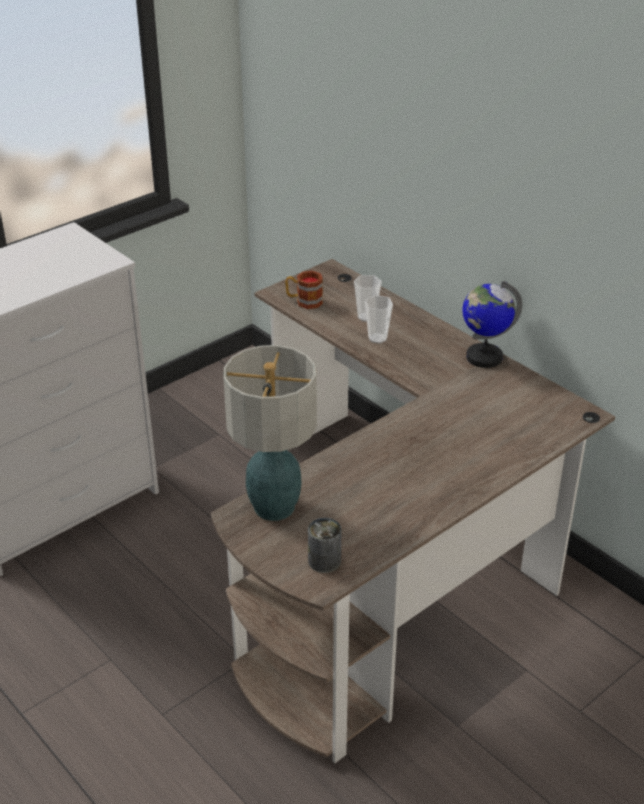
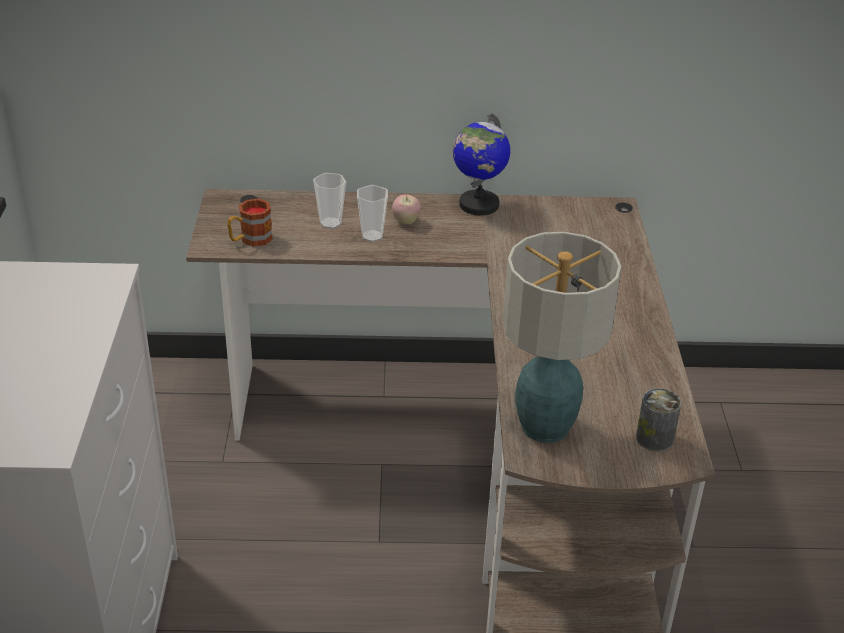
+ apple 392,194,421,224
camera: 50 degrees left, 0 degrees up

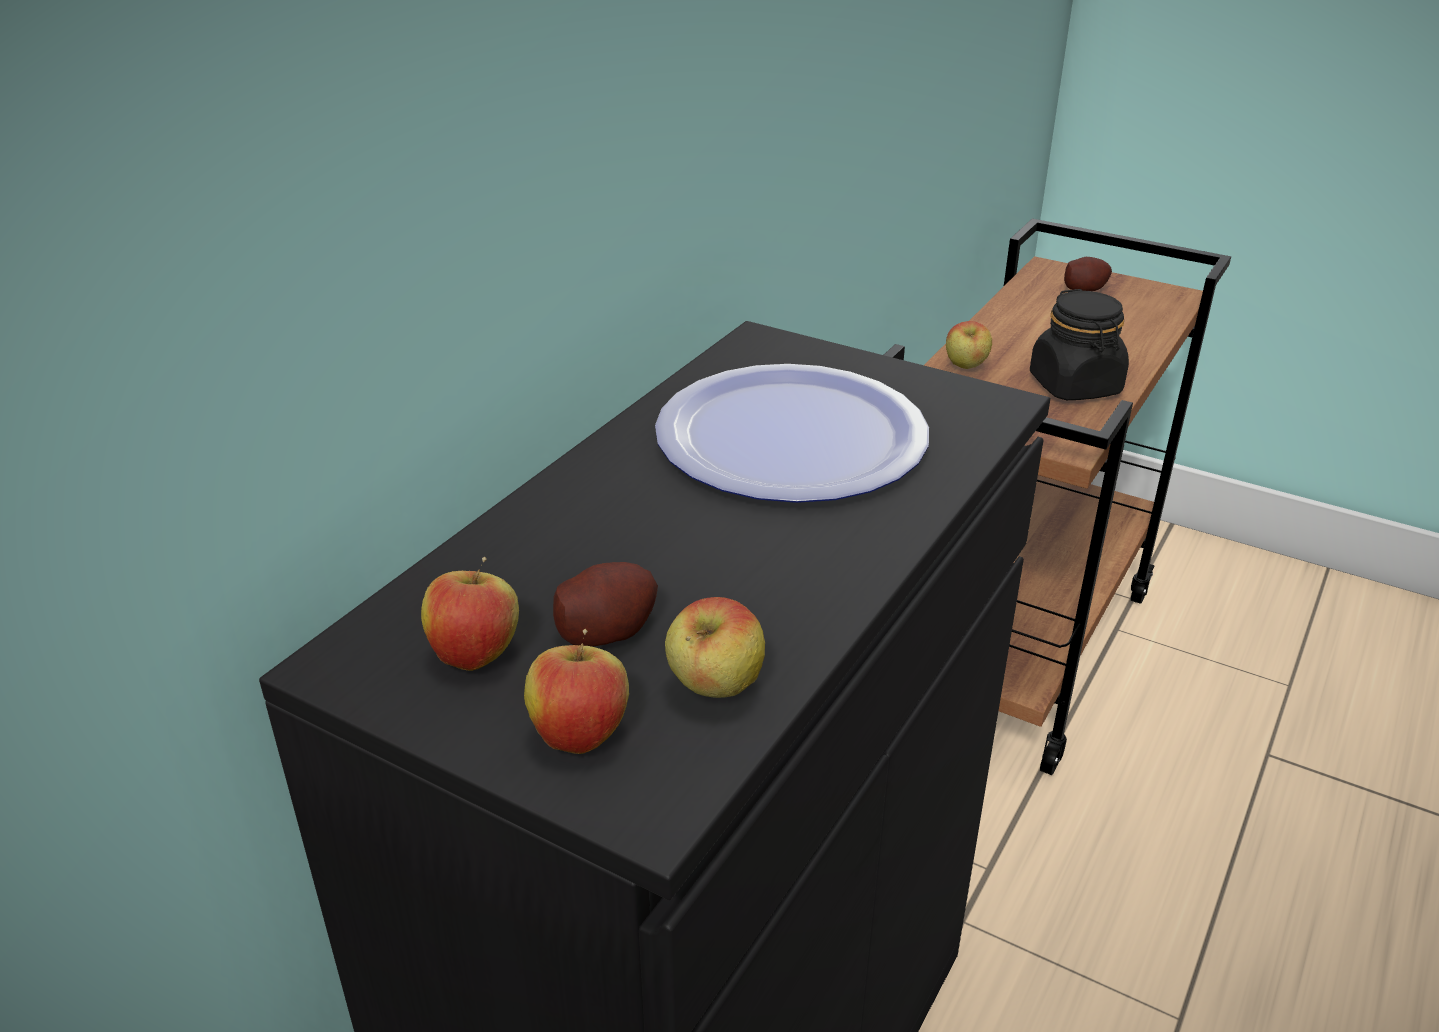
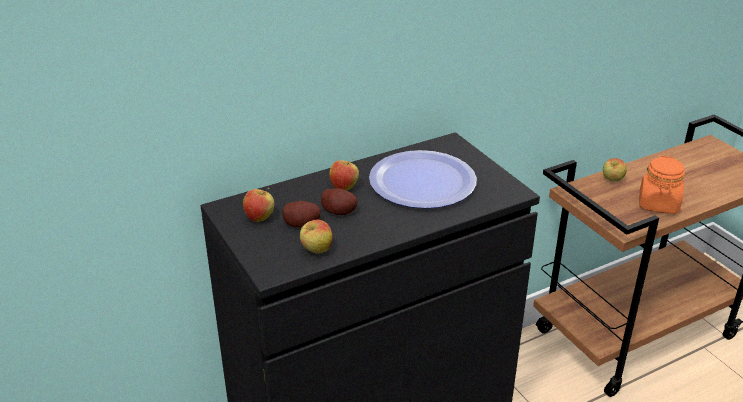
~ apple 524,629,629,754 to 329,158,359,190
~ jar (black) 1030,289,1129,400 to jar (orange) 639,156,685,214
~ potato 1064,257,1112,291 to 321,188,358,215
camera: 30 degrees right, 0 degrees up

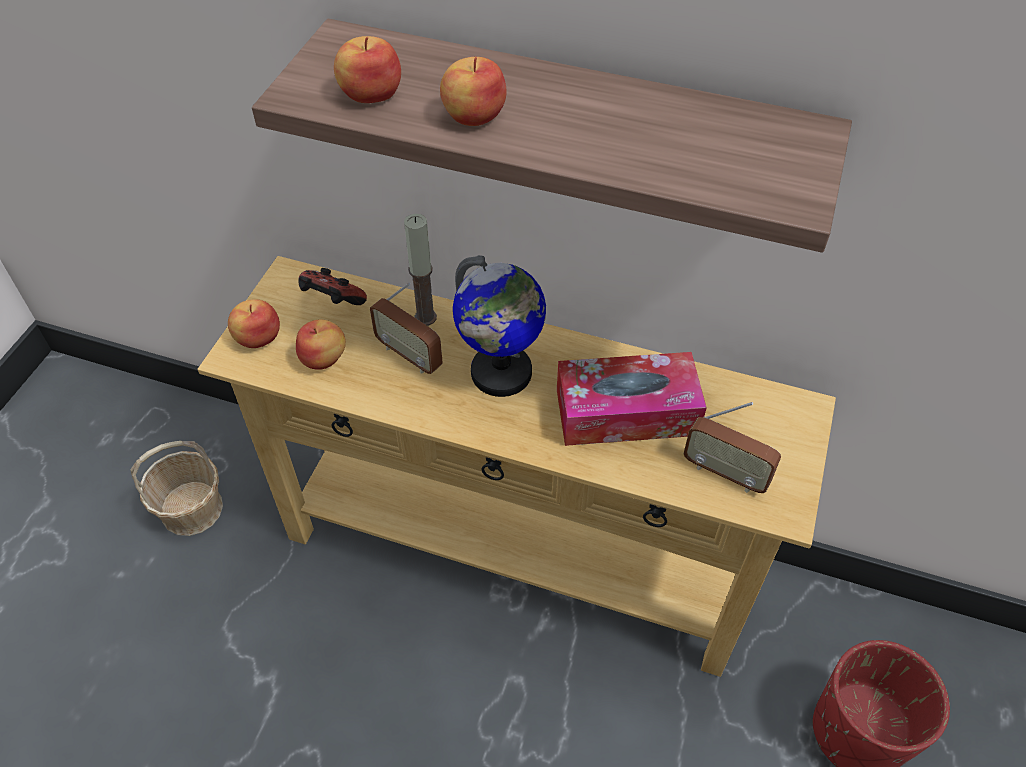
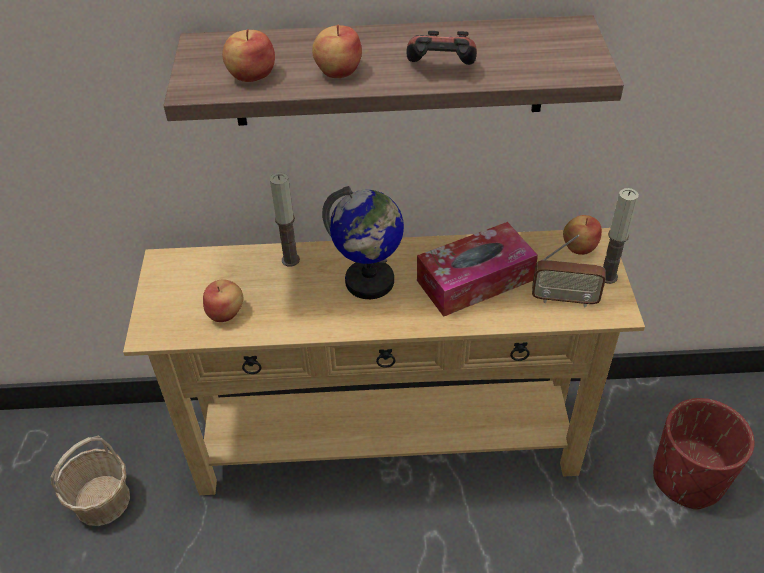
~ apple 228,299,280,348 to 563,215,602,255
~ game controller 298,268,367,305 to 406,31,477,65
- radio 370,283,443,374
+ candle 603,188,639,284
camera: 20 degrees left, 5 degrees down

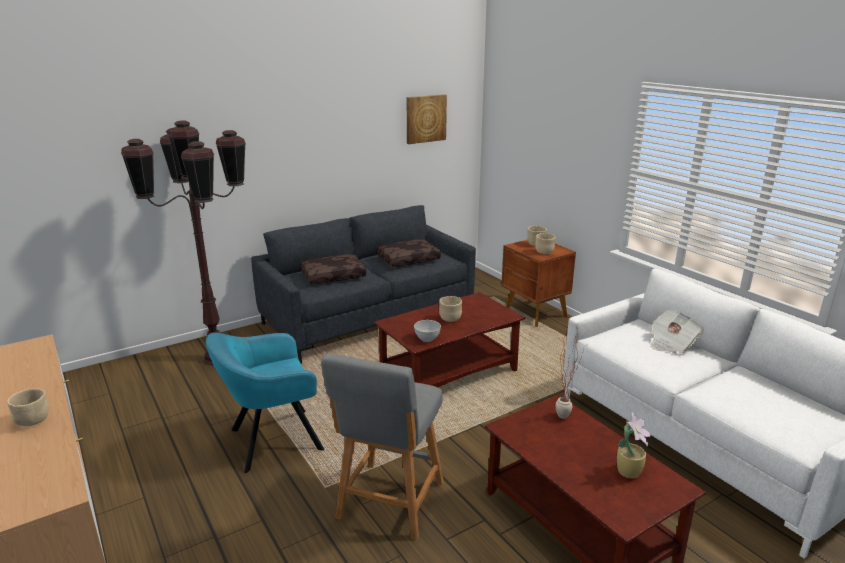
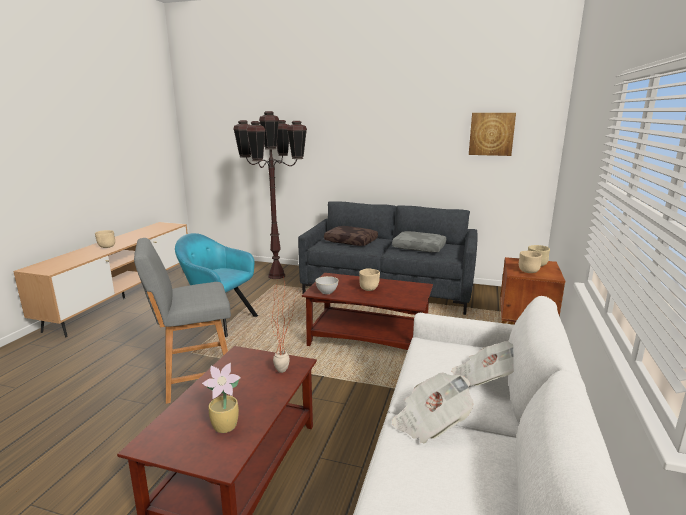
~ pillow (brown) 377,239,441,267 to pillow (grey) 392,231,446,252
+ newspaper 392,372,474,444
camera: 50 degrees right, 5 degrees down

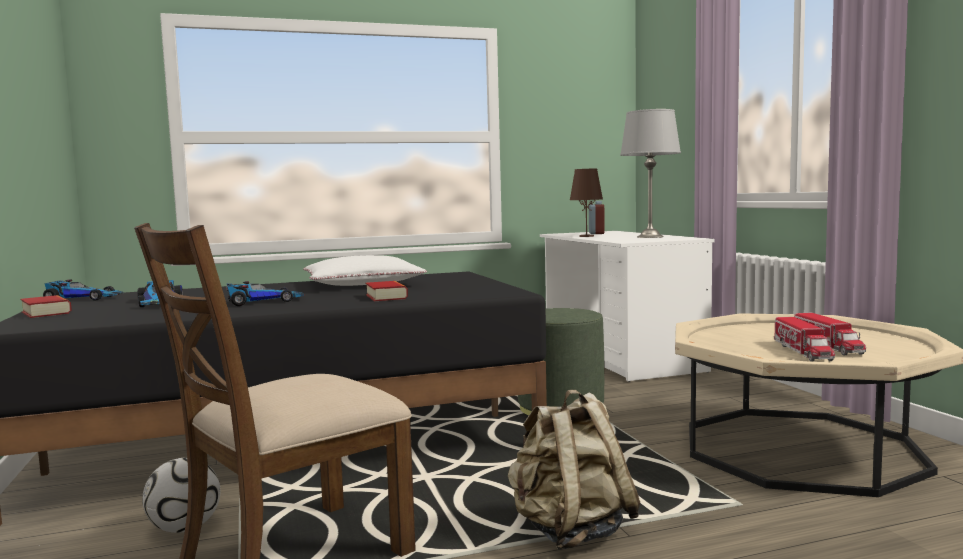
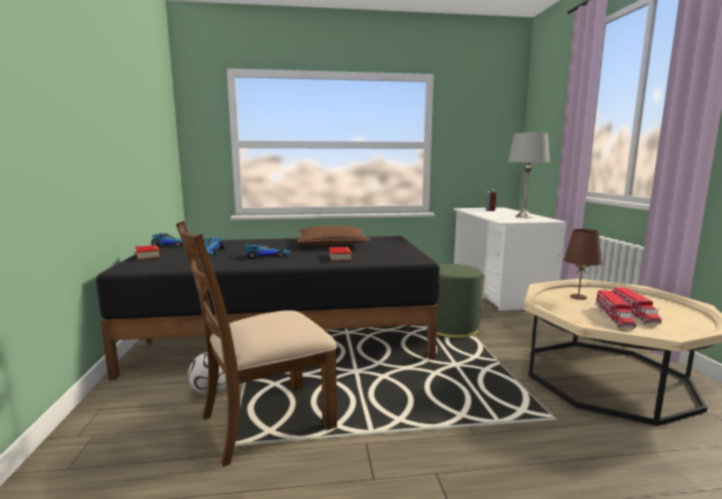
~ pillow (white) 303,255,427,286 to pillow (brown) 297,225,370,245
- backpack (beige) 508,390,640,549
~ table lamp (brown) 570,169,603,237 to 564,229,602,300
camera: 10 degrees right, 5 degrees up

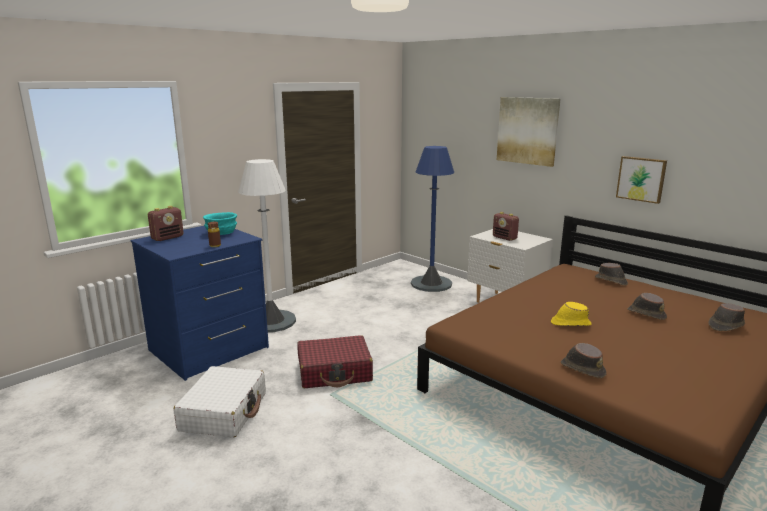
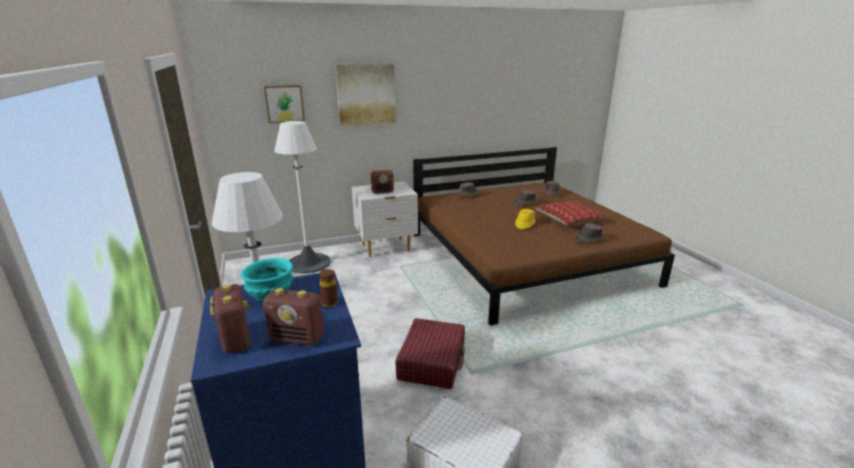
~ floor lamp (blue) 411,146,454,292 to floor lamp (white) 274,121,331,274
~ picture 616,156,667,204 to 264,85,305,123
+ radio 263,288,324,346
+ pillow 535,201,608,226
camera: 65 degrees left, 5 degrees up

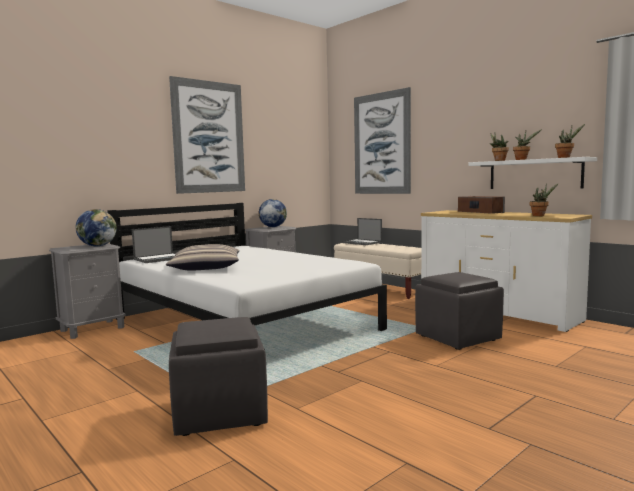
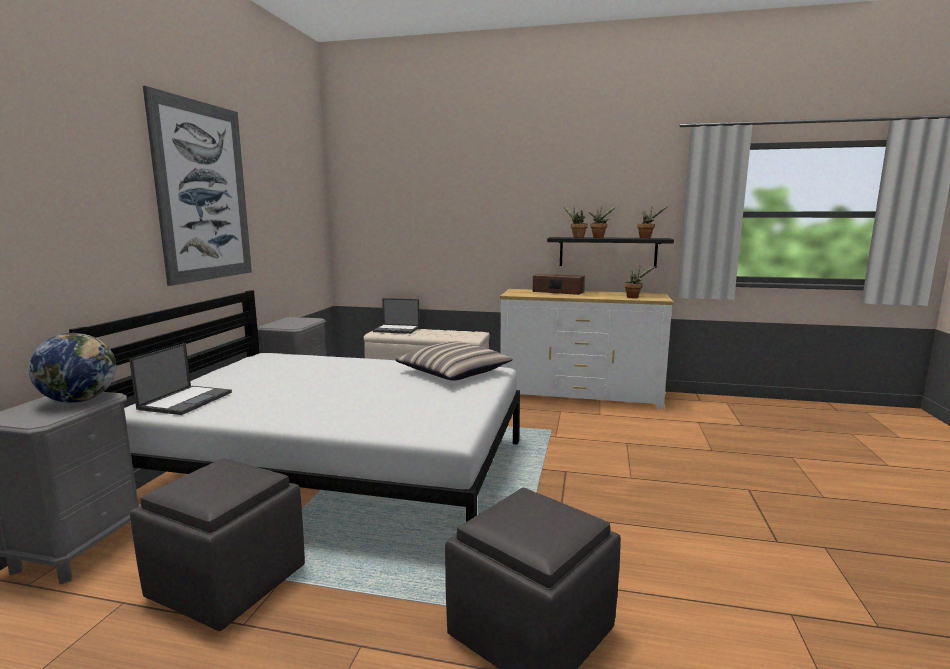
~ pillow 166,244,239,271 to 395,341,513,381
- globe 259,199,287,227
- picture 354,87,411,194
~ ottoman (grey) 415,272,504,350 to 130,458,305,631
~ shelf (white) 468,157,597,189 to shelf (black) 547,237,674,268
camera: 35 degrees left, 5 degrees up

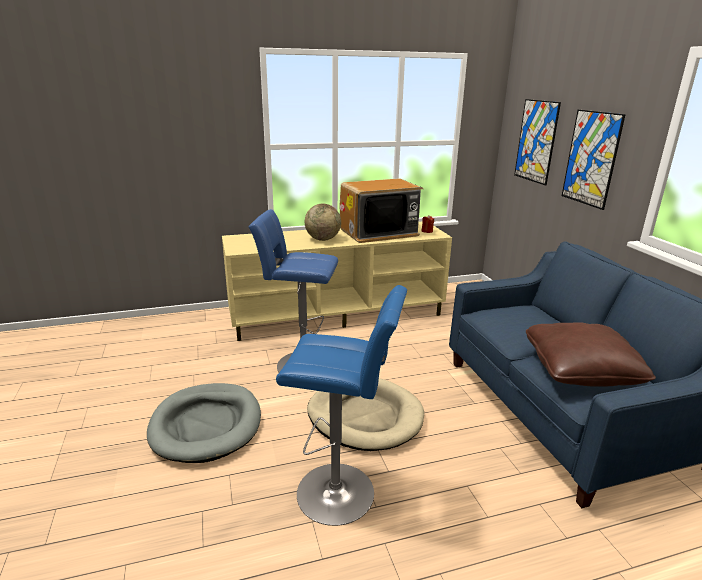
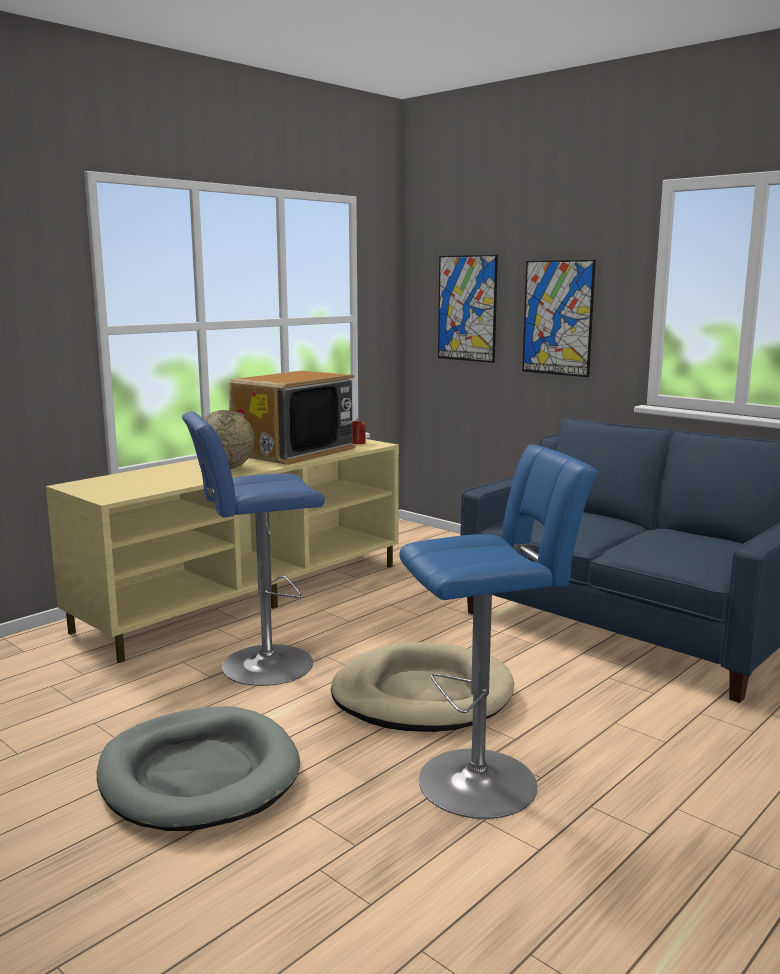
- pillow (brown) 526,322,656,387
camera: 30 degrees left, 10 degrees down

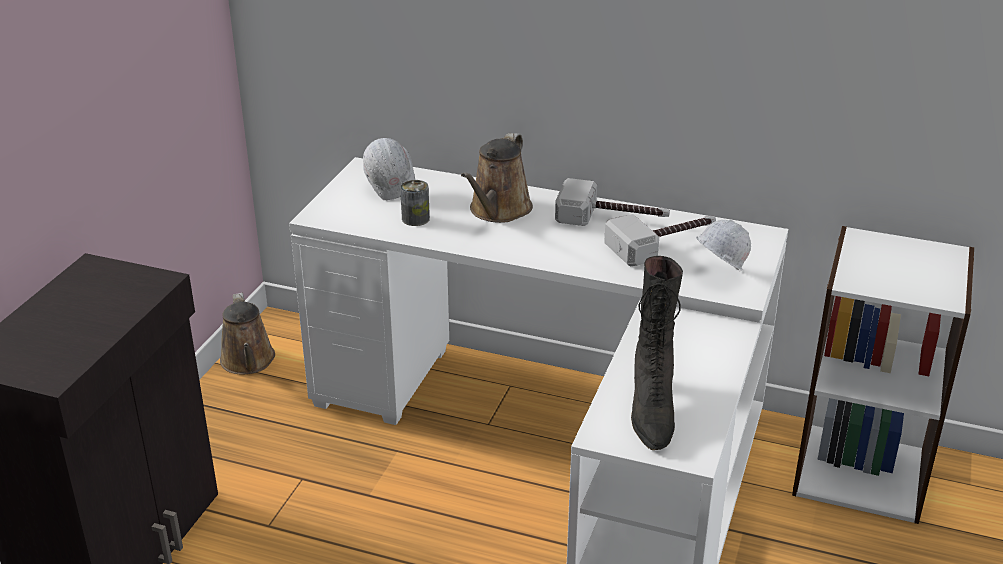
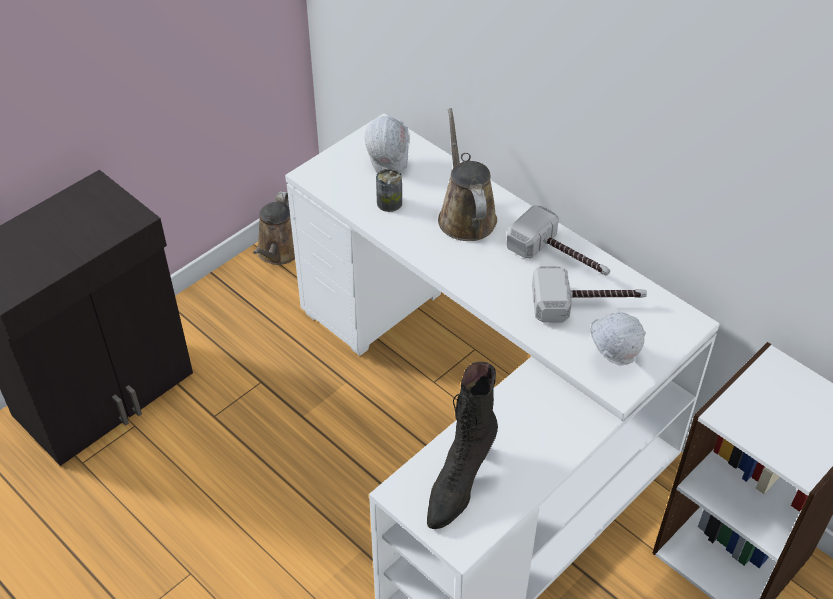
~ watering can (brown) 461,133,533,223 = 438,108,497,241 120 degrees clockwise
camera: 25 degrees right, 15 degrees up

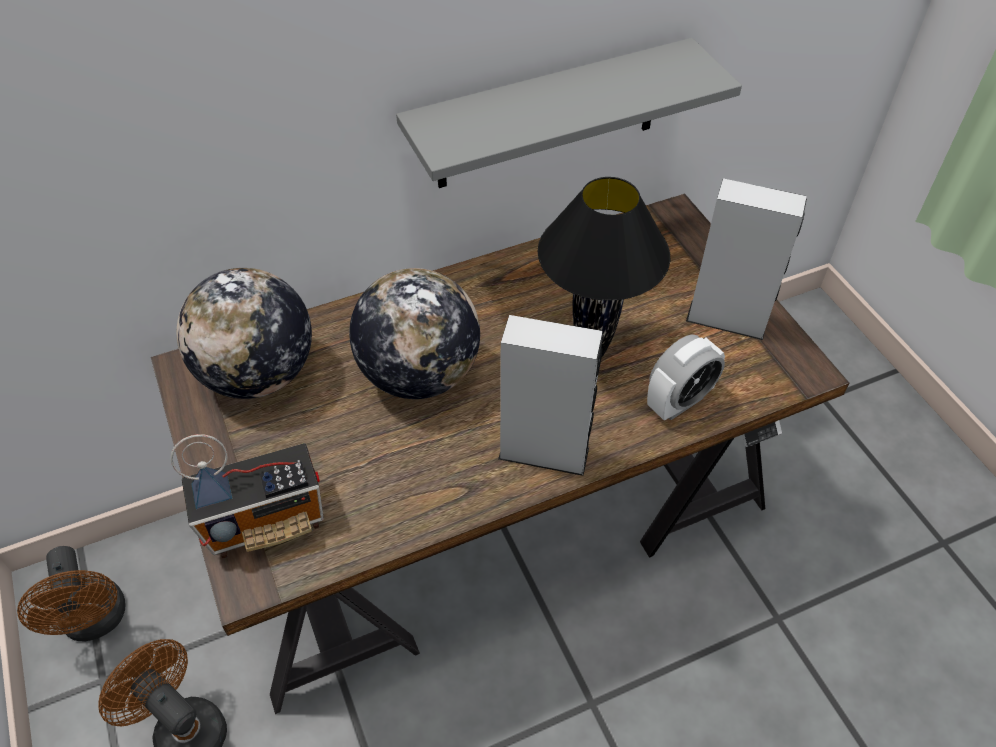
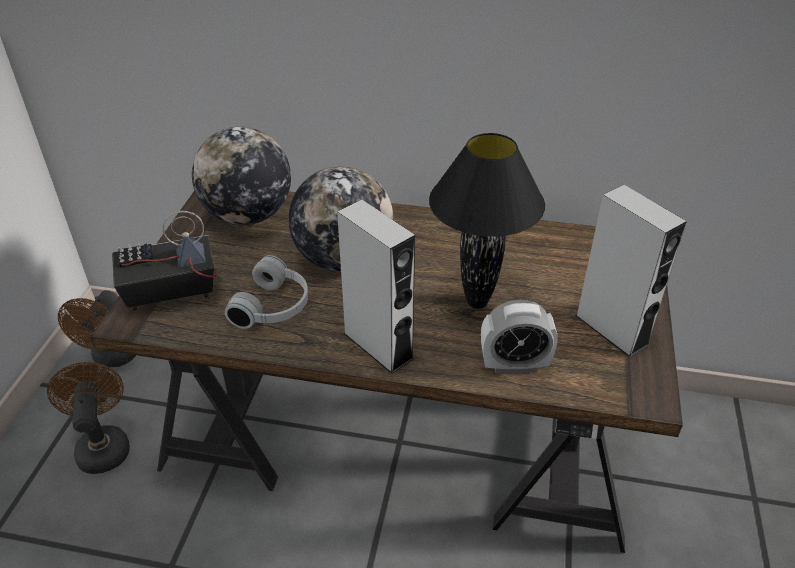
~ radio 171,434,324,558 = 112,211,217,311 150 degrees clockwise
- shelf (grey) 396,38,742,188
+ headphones (white) 225,255,308,329
camera: 35 degrees right, 10 degrees down

